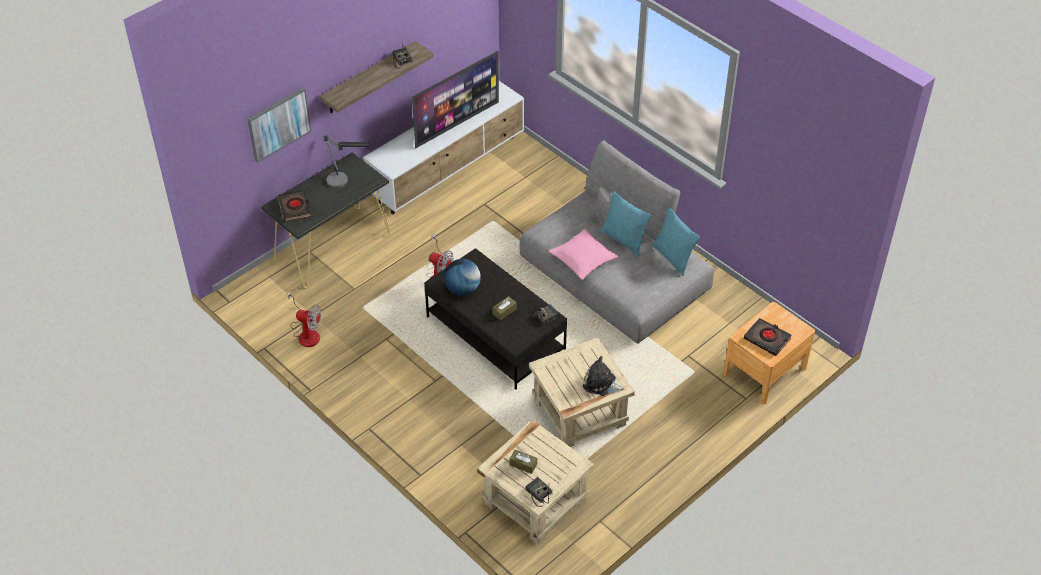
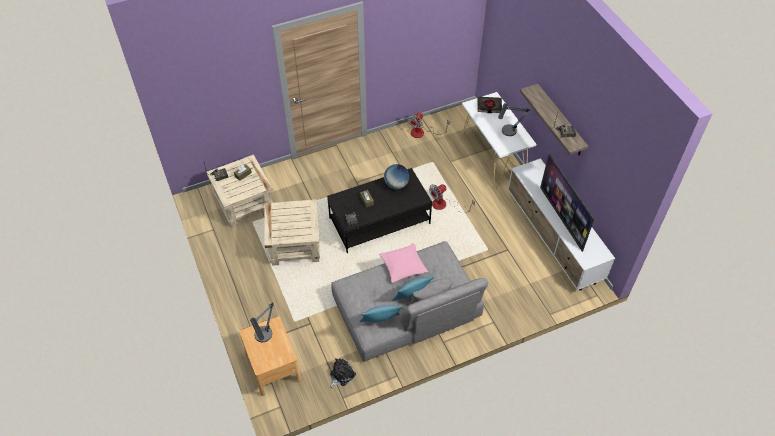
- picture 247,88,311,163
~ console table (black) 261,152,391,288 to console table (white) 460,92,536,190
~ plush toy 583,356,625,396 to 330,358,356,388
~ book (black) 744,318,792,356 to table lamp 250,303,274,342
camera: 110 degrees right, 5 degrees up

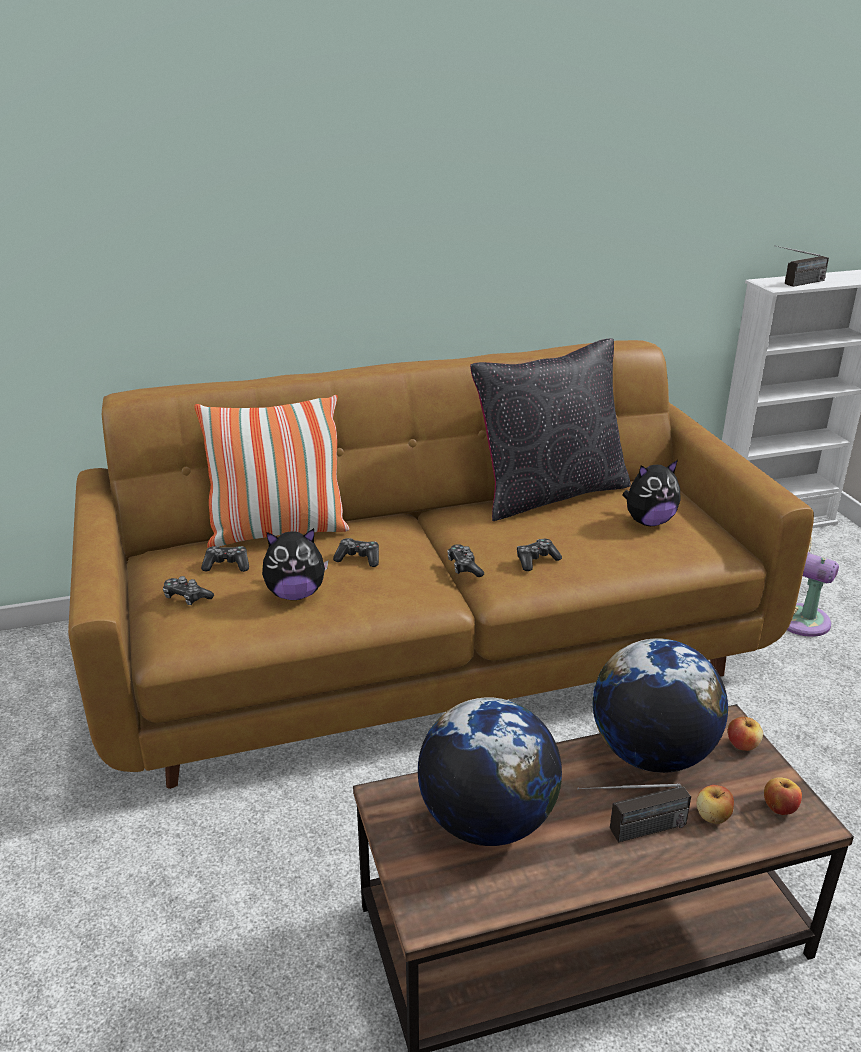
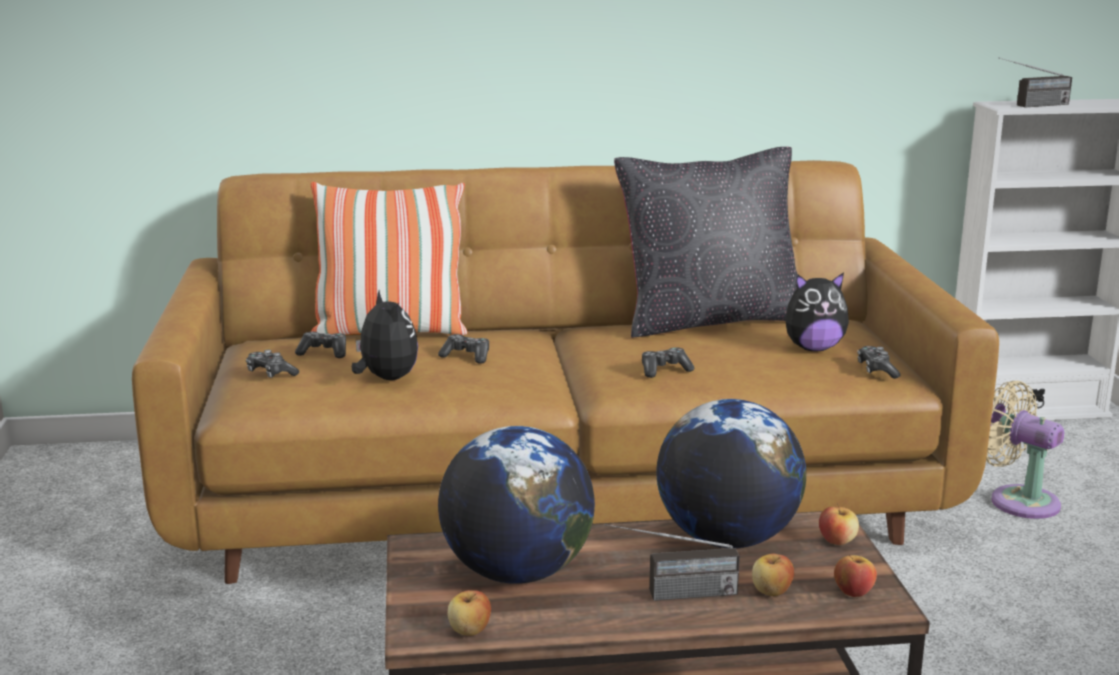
~ plush toy 262,528,329,600 = 352,291,418,380 120 degrees counterclockwise
~ game controller 447,544,484,577 to 857,346,901,379
+ apple 447,590,491,636
camera: 10 degrees right, 10 degrees down

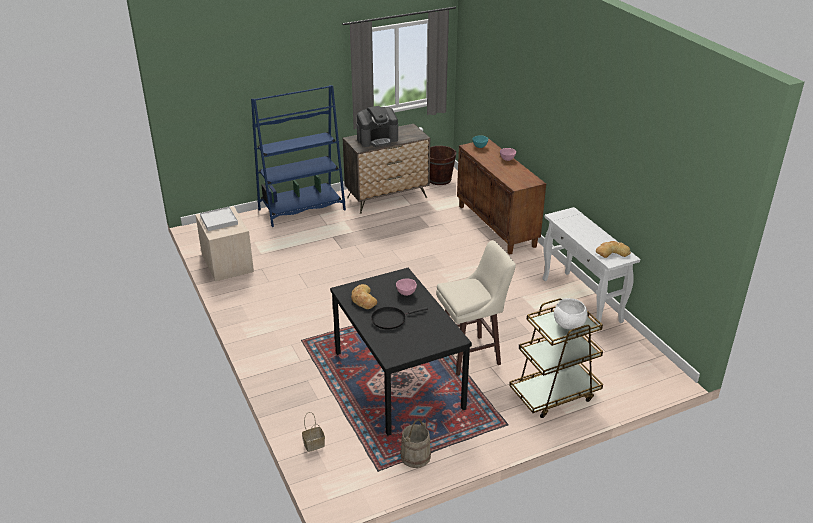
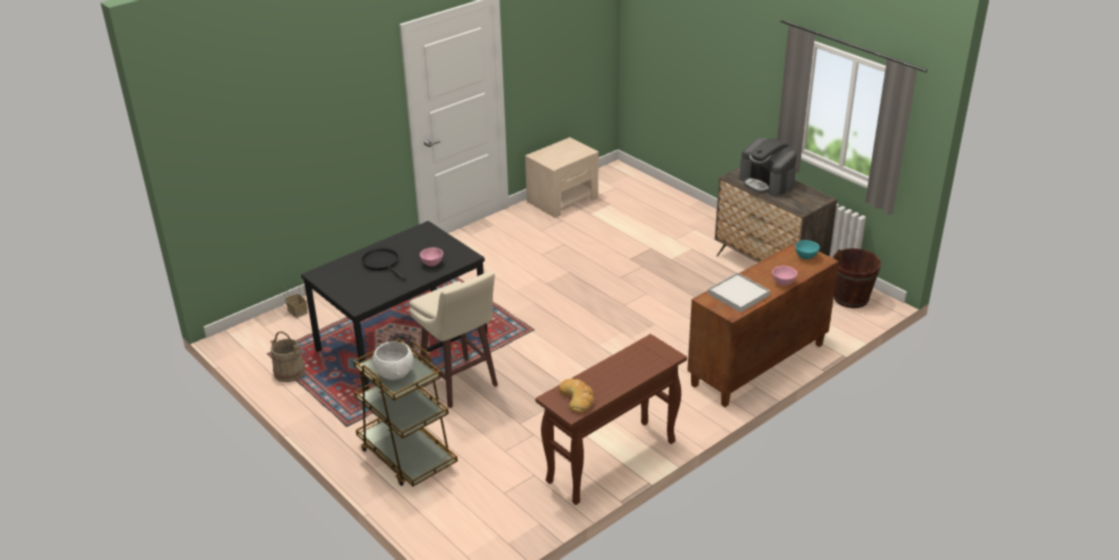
~ tray (white) 200,207,238,231 to 708,273,770,313
- bookcase (blue) 251,85,346,227
- bread 351,284,377,309
~ console table (white) 542,207,640,327 to console table (brown) 535,334,687,505
camera: 75 degrees right, 0 degrees up

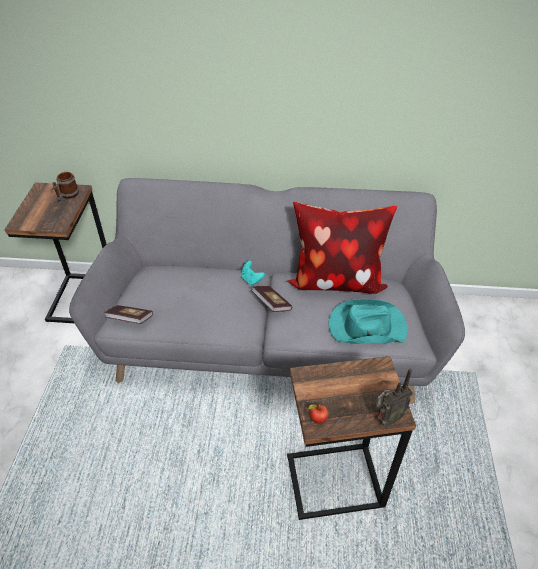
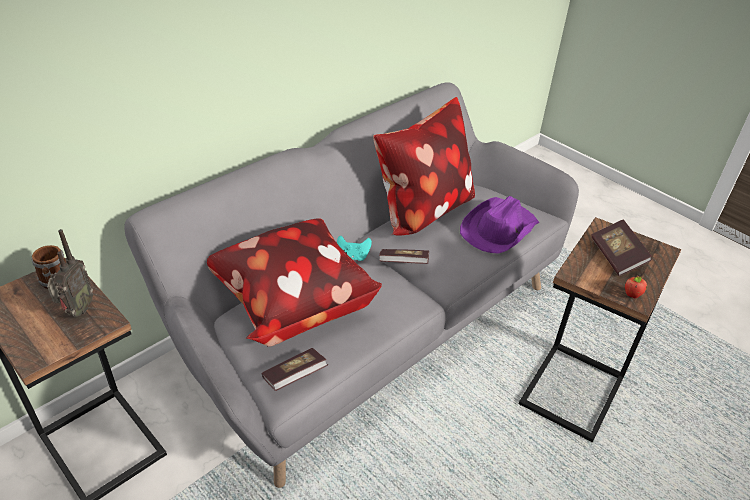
~ hat (turquoise) 328,299,408,344 to hat (purple) 460,196,539,254
~ radio 375,369,413,426 to 47,229,93,317
+ pillow 207,219,382,347
+ book 592,219,652,276
camera: 50 degrees left, 5 degrees down

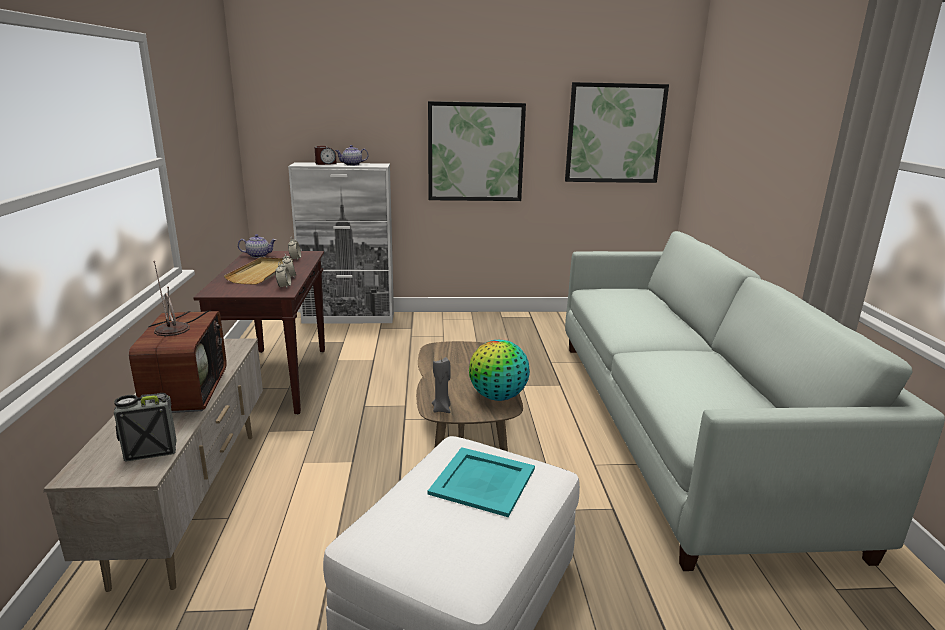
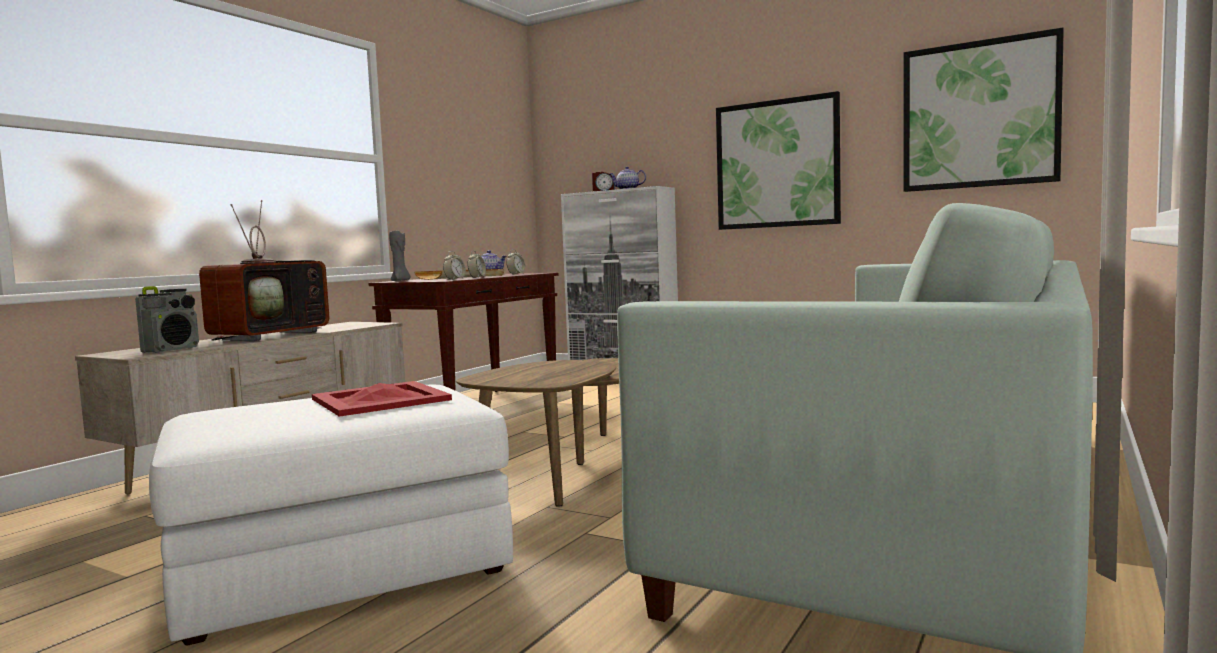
~ radio 114,393,177,462 = 135,286,199,353 105 degrees clockwise
~ tray (turquoise) 428,447,535,517 to tray (red) 312,381,452,417
~ candle (grey) 432,357,451,413 to 389,231,410,281
- globe 469,340,530,401
camera: 35 degrees right, 15 degrees down

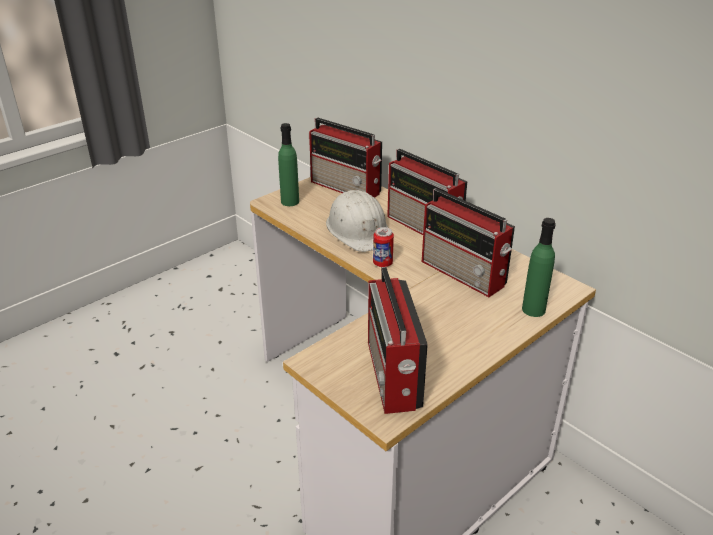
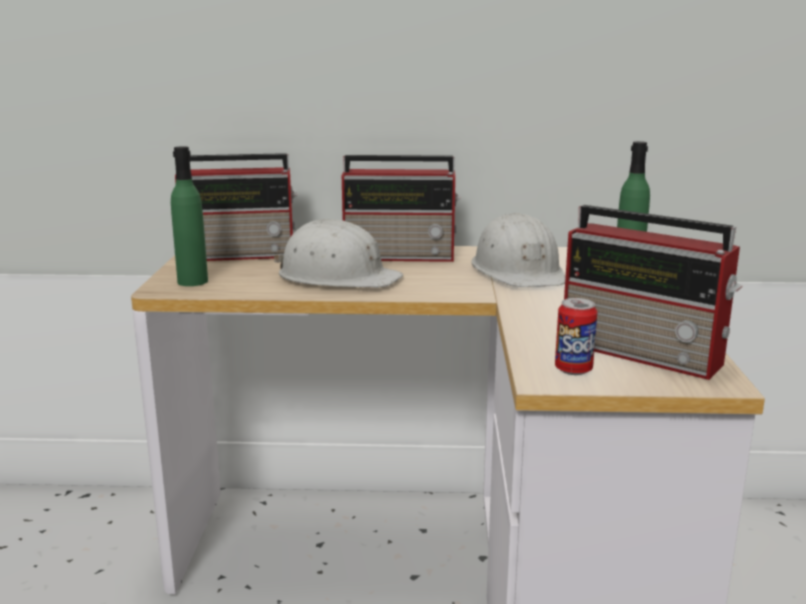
~ can 373,227,394,267 to 555,298,597,375
~ radio 422,188,515,297 to hard hat (white) 471,213,565,287
camera: 45 degrees left, 15 degrees down

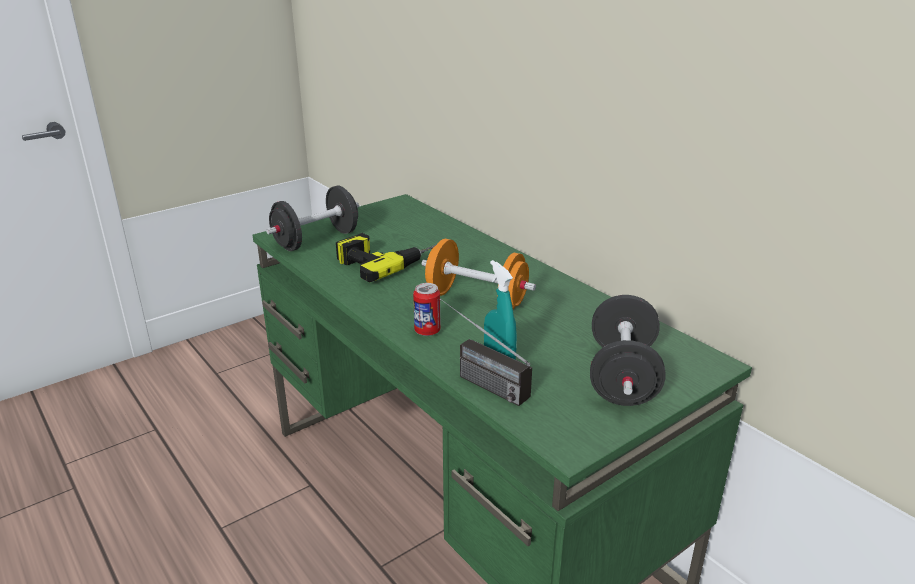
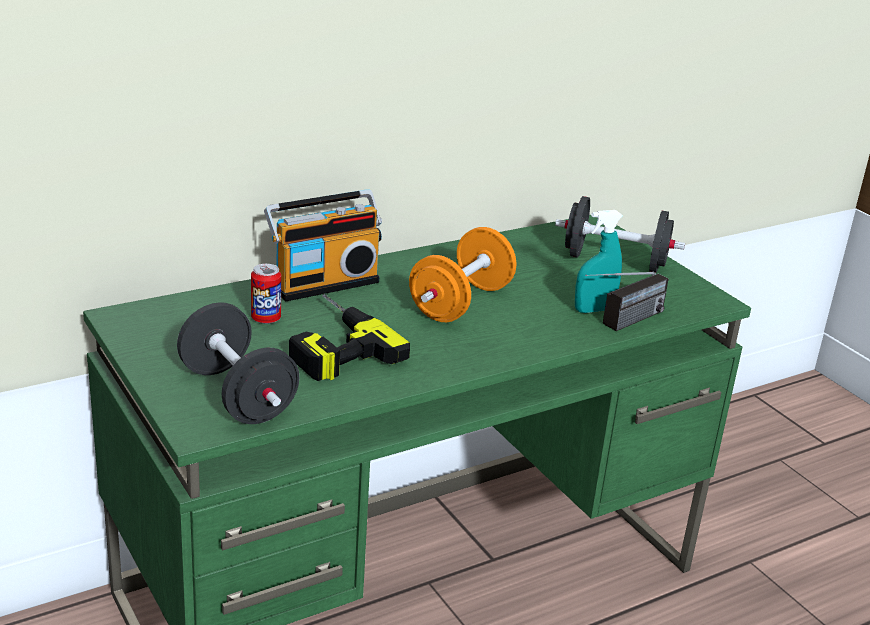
~ can 413,283,441,336 to 251,264,281,324
+ radio 264,189,382,302
camera: 85 degrees left, 0 degrees up

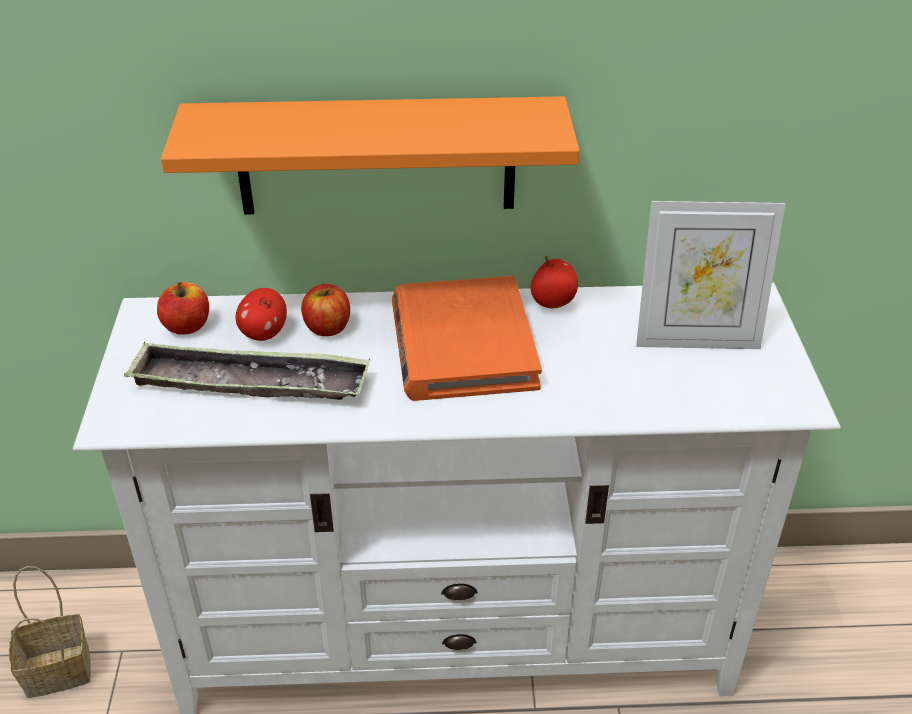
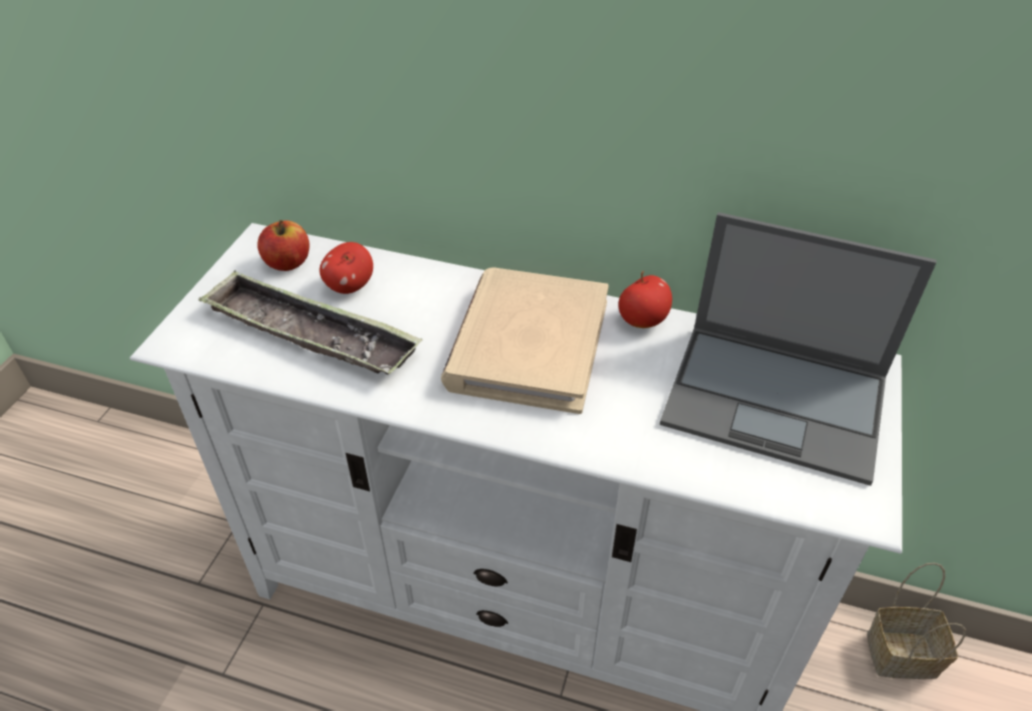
~ basket 9,566,91,698 to 867,563,966,679
- shelf (orange) 161,96,580,215
- apple 301,284,350,336
~ book (orange) 392,276,542,401 to book (beige) 441,267,609,414
~ picture frame 636,201,785,349 to laptop 660,212,937,486
camera: 20 degrees right, 5 degrees up

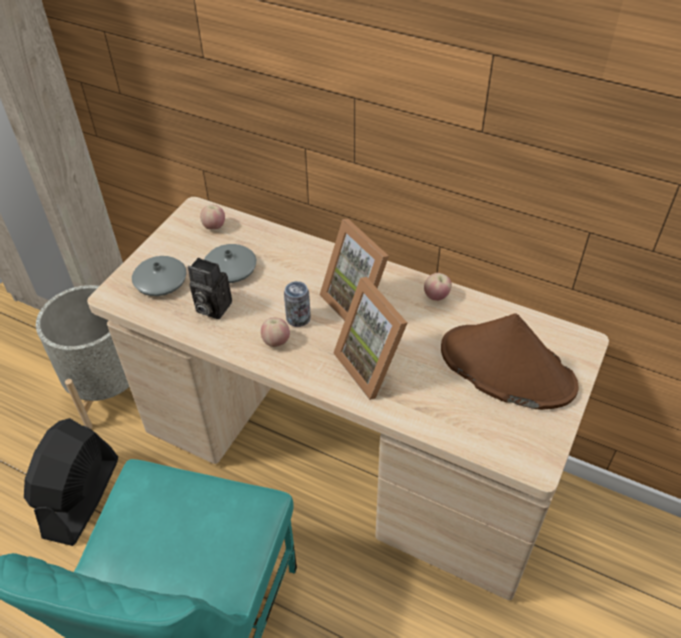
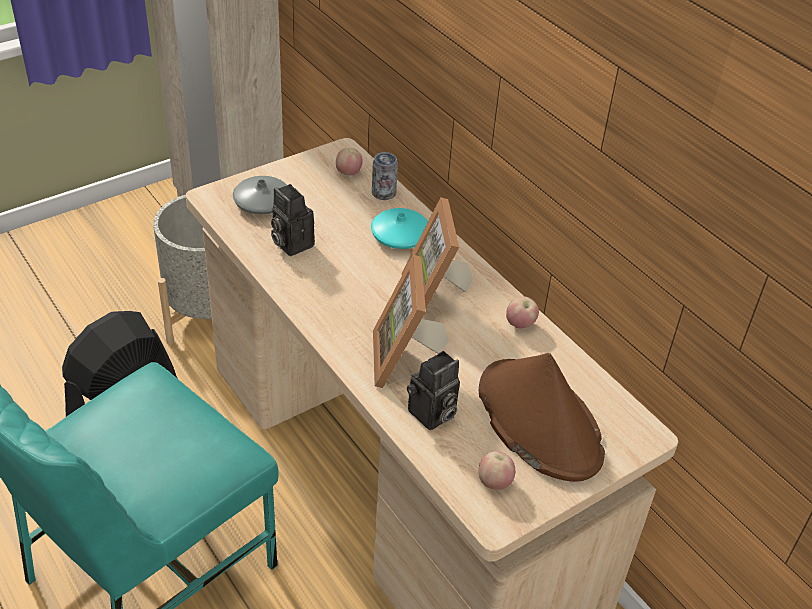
- vase (grey) 204,244,256,283
~ apple 261,317,290,347 to 478,451,515,490
~ can 284,281,311,327 to 372,152,398,200
+ vase (turquoise) 371,208,428,249
+ photo camera 407,351,460,430
camera: 25 degrees right, 5 degrees down

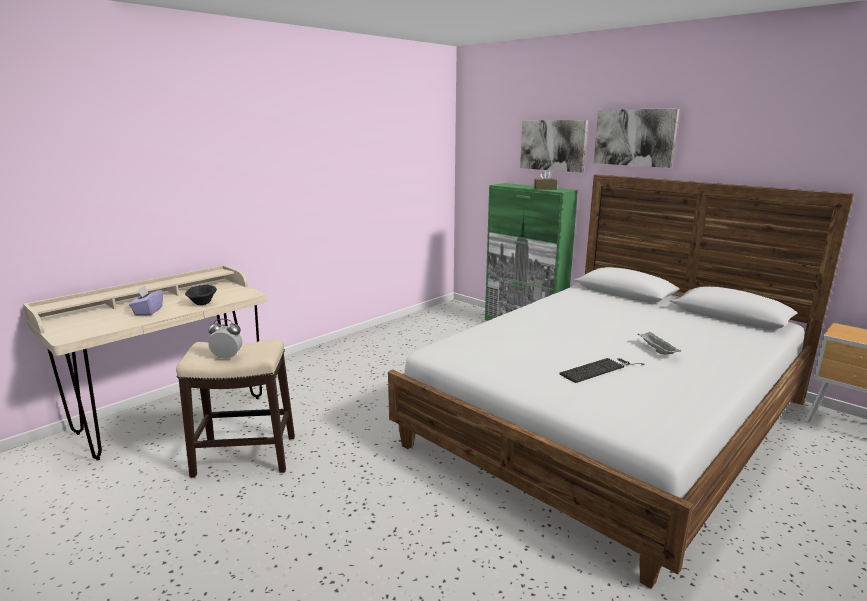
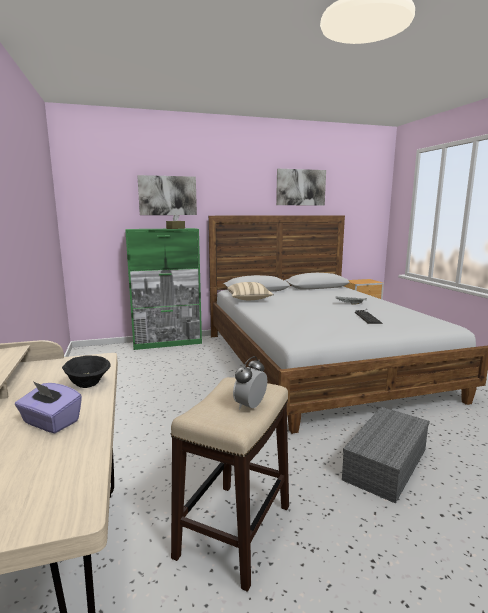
~ picture 594,109,680,168 to 276,169,326,206
+ pillow (beige) 227,282,274,300
+ storage box (grey) 342,407,430,504
camera: 60 degrees left, 5 degrees down

